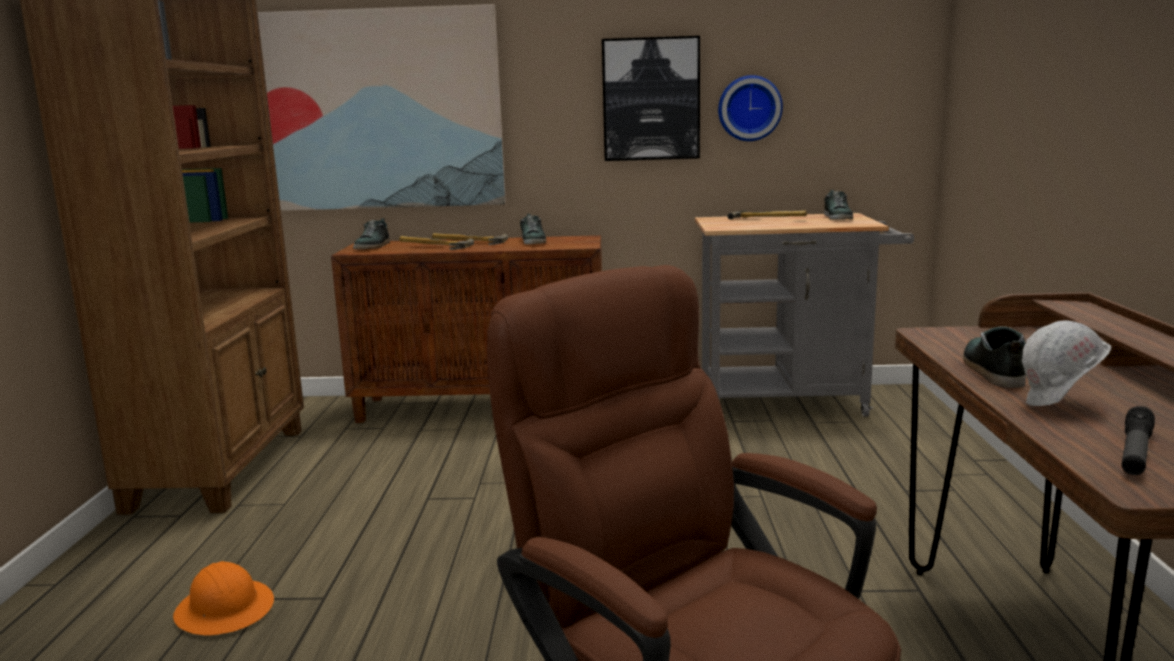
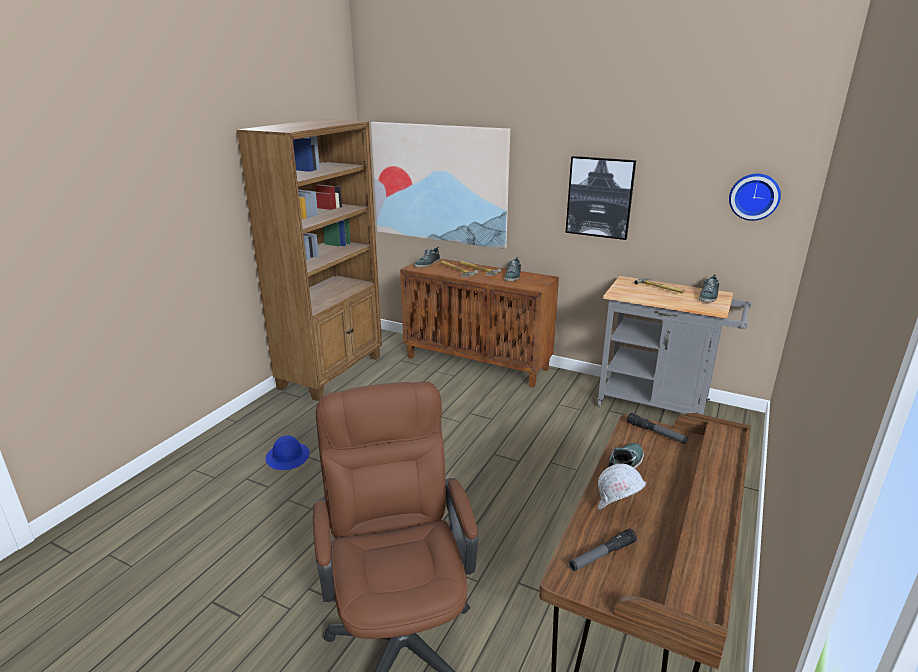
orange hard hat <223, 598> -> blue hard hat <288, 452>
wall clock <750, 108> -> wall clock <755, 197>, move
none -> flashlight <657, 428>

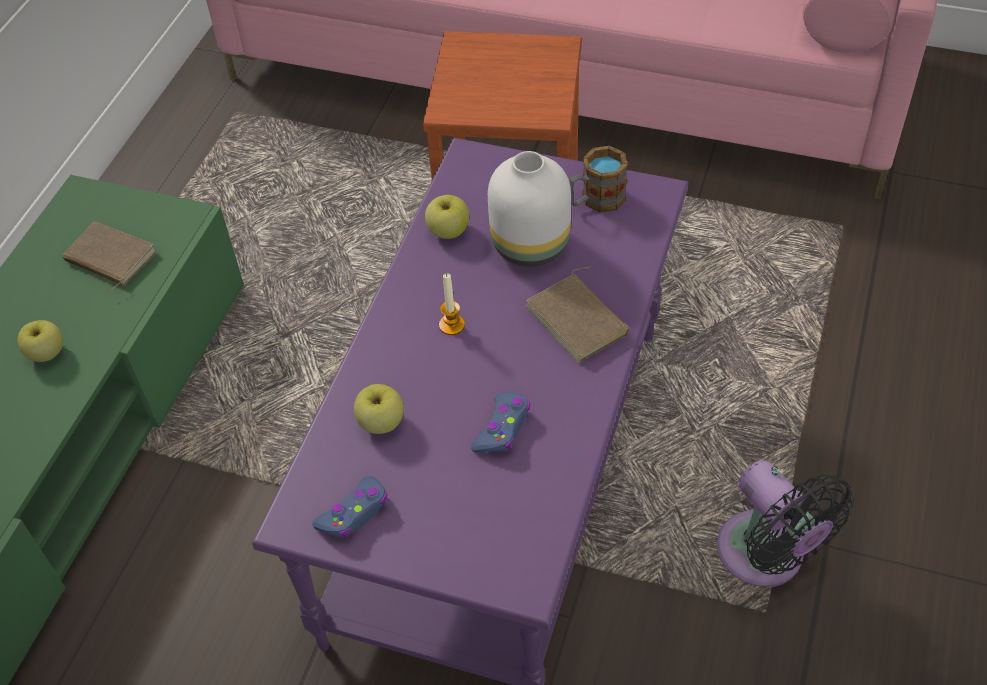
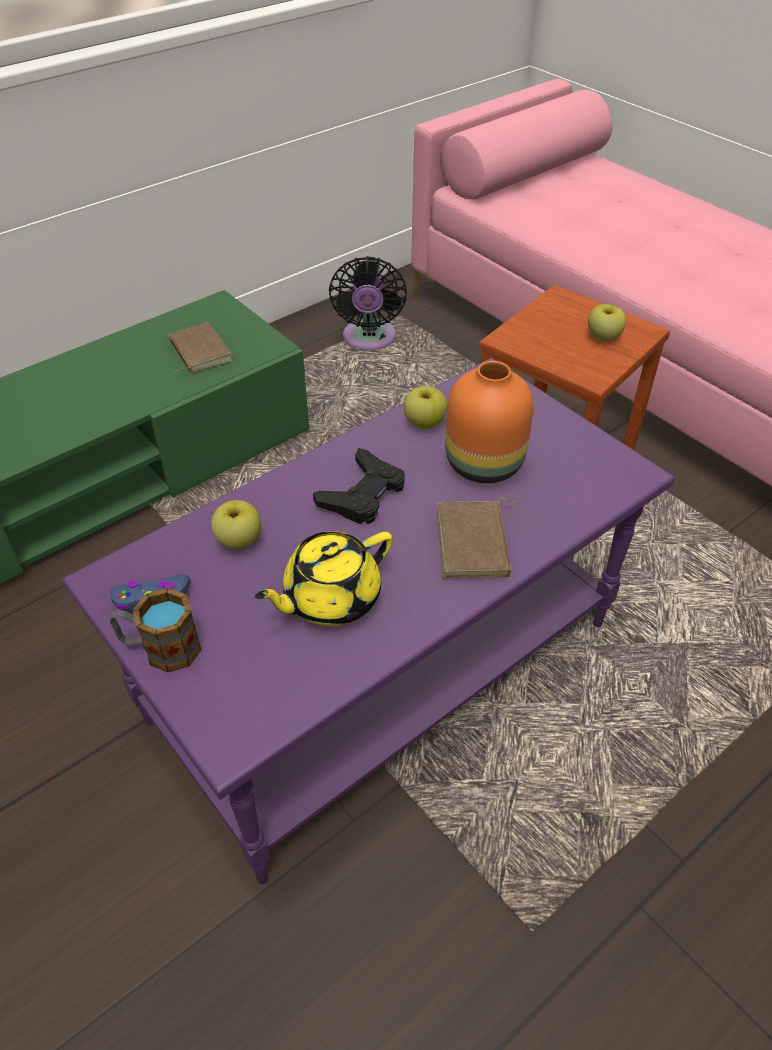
apple <40, 341> -> apple <607, 322>, move
candle <452, 304> -> black game controller <359, 486>
blue game controller <500, 422> -> yellow teapot <324, 578>
white vase <529, 209> -> orange vase <489, 422>
mug <598, 179> -> mug <156, 630>, move
black fan <785, 523> -> black fan <368, 303>, move

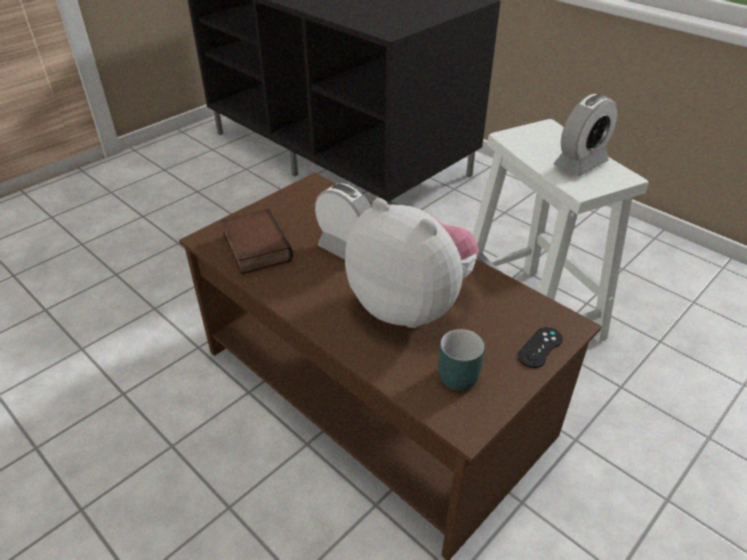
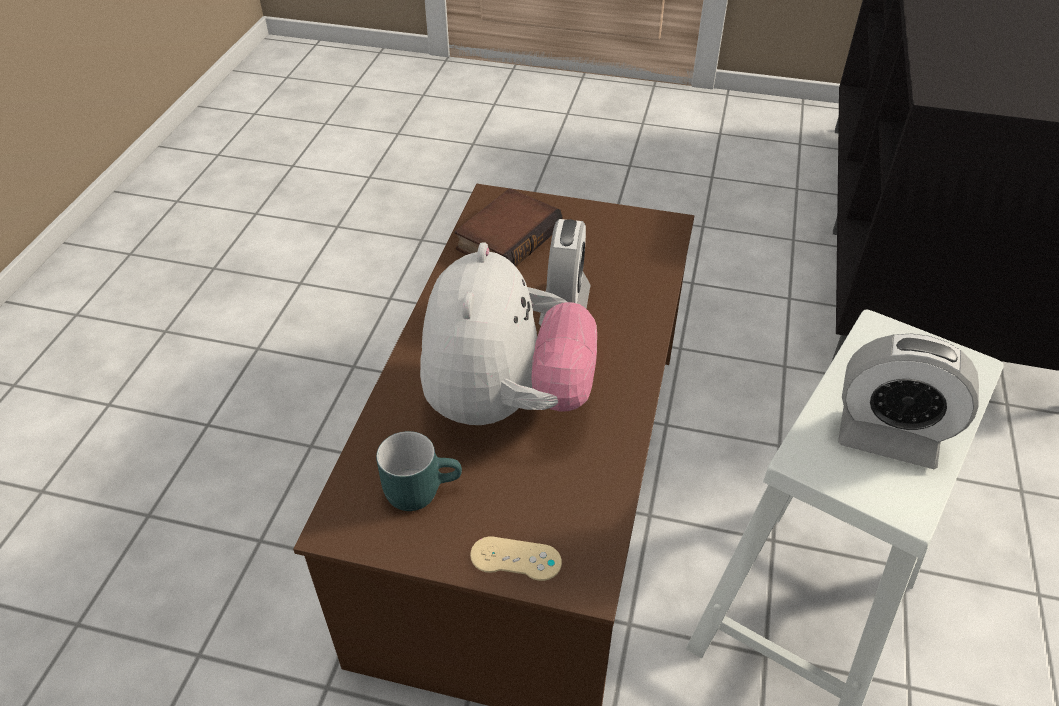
black game controller <540, 347> -> beige game controller <516, 559>

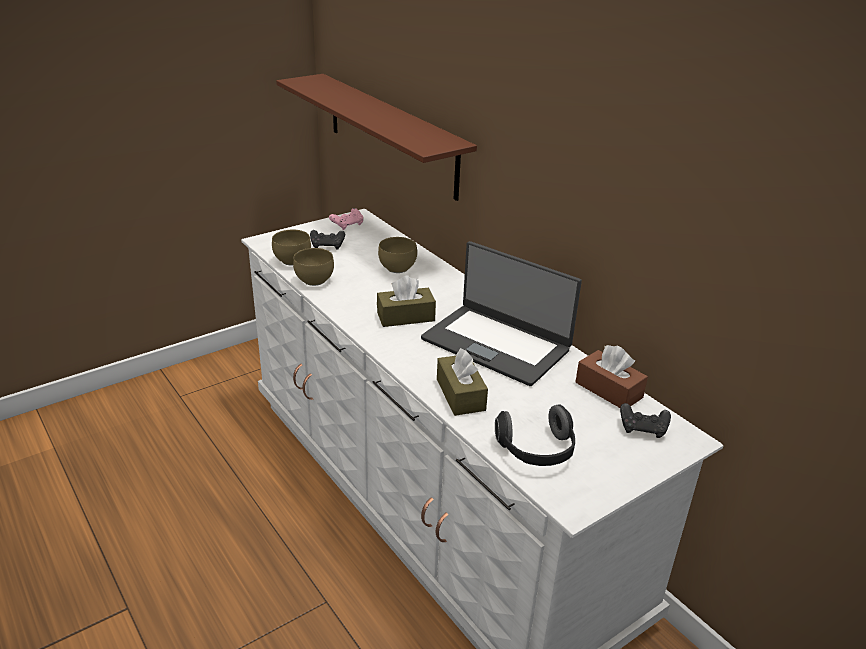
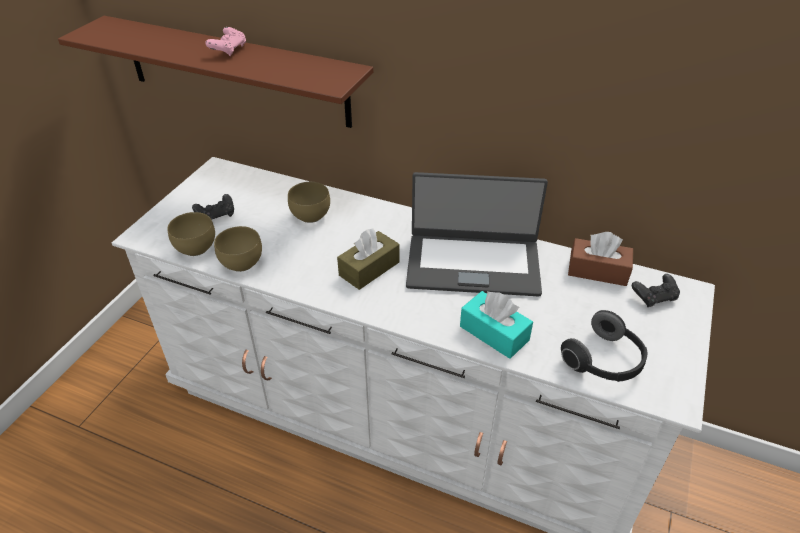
pink game controller <346, 219> -> pink game controller <225, 41>, move
brown tissue box <462, 382> -> turquoise tissue box <496, 325>

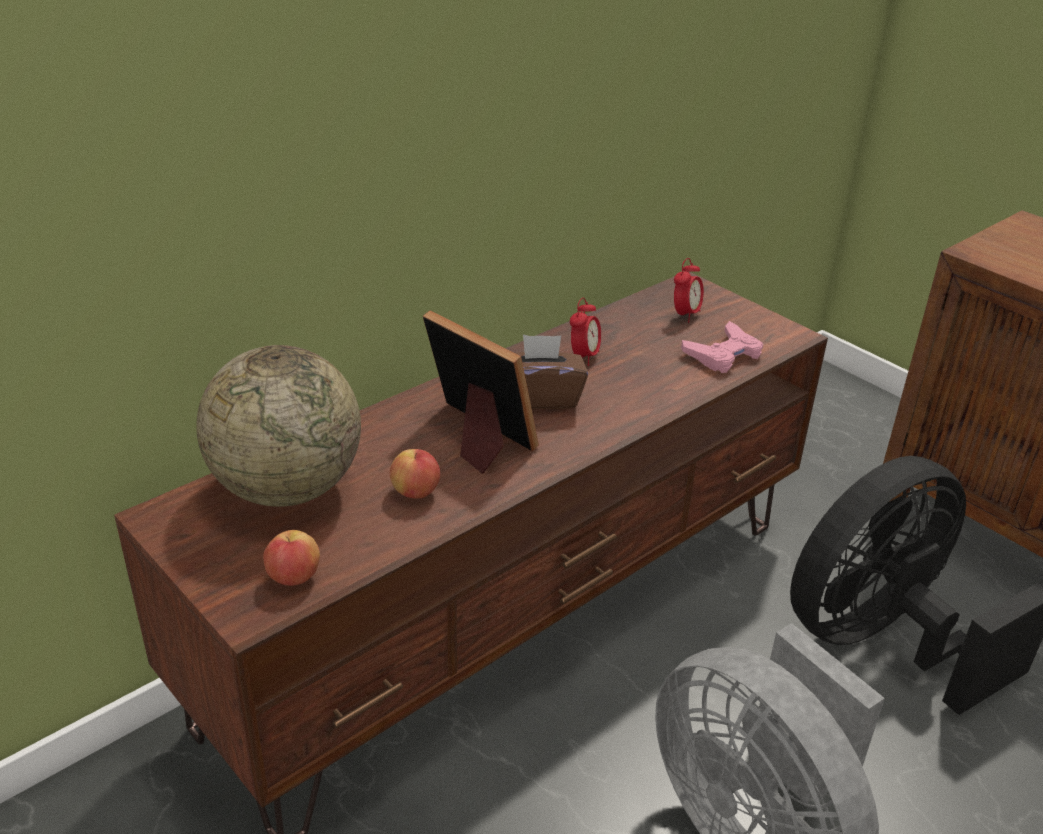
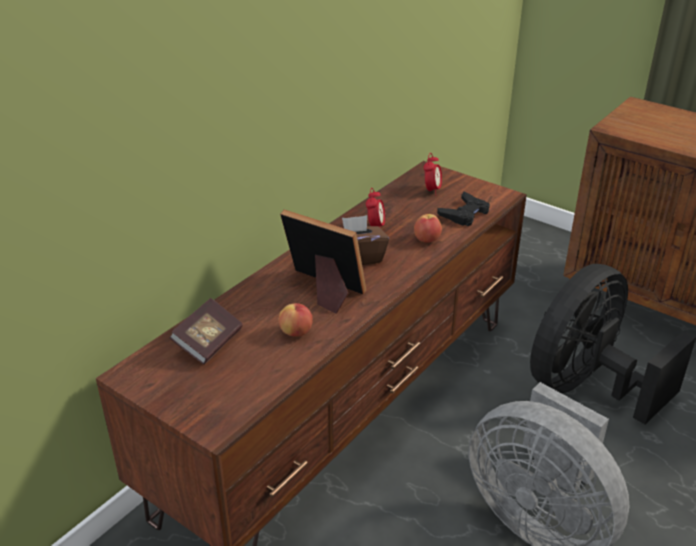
globe <278, 426> -> book <205, 331>
apple <291, 558> -> apple <428, 228>, move
pink game controller <722, 347> -> black game controller <463, 208>

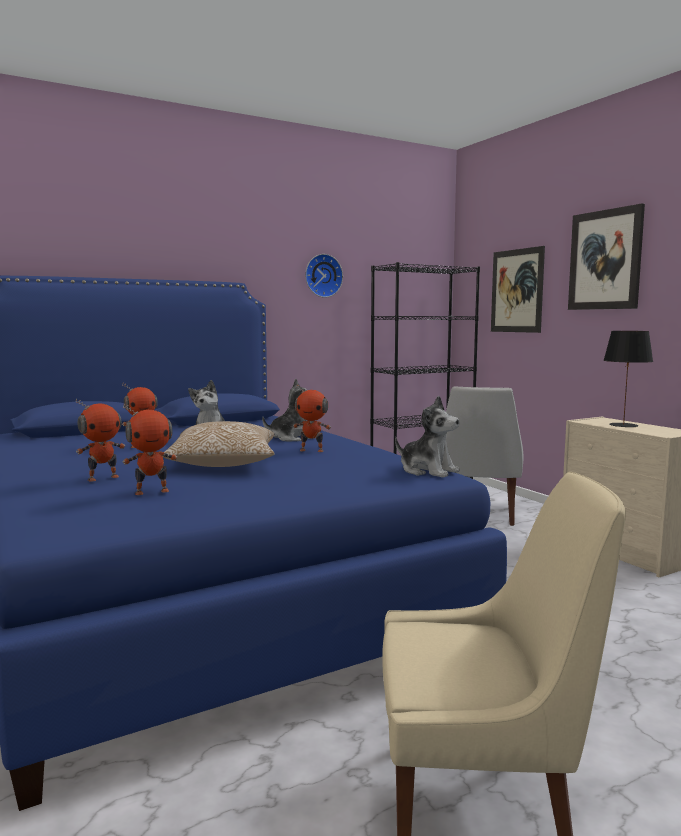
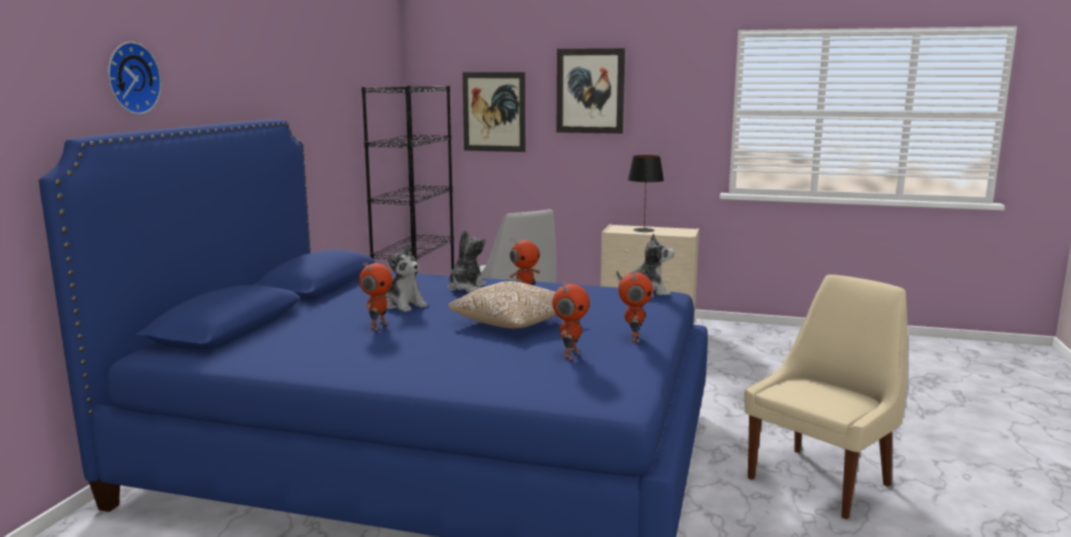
toy robot <100, 440> -> toy robot <635, 307>, move
wall clock <324, 276> -> wall clock <135, 78>, move

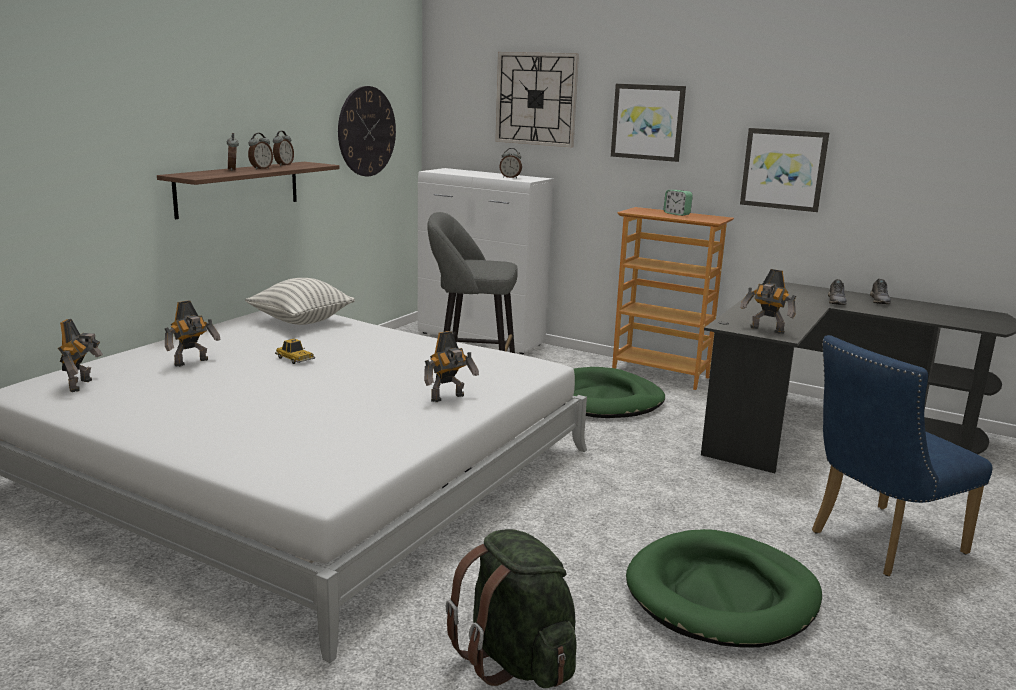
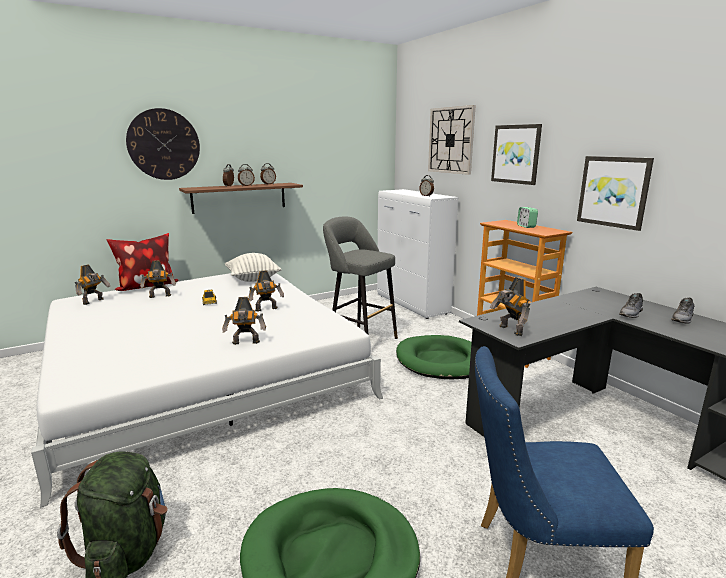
wall clock <367, 131> -> wall clock <163, 144>, move
none -> pillow <142, 262>
none -> toy robot <266, 291>

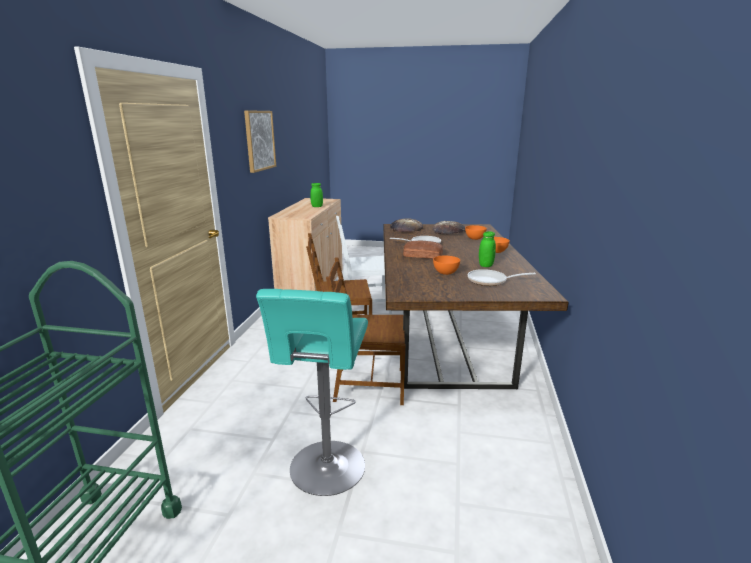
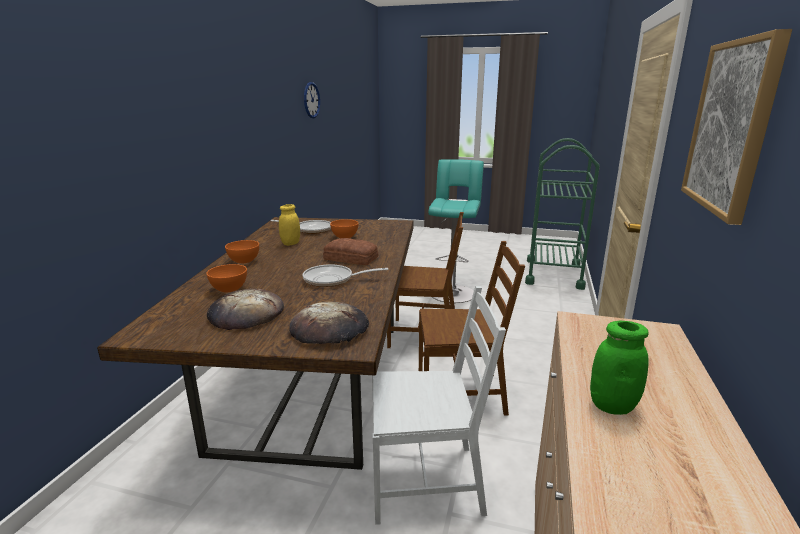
green jar <487, 249> -> yellow jar <289, 225>
none -> wall clock <312, 100>

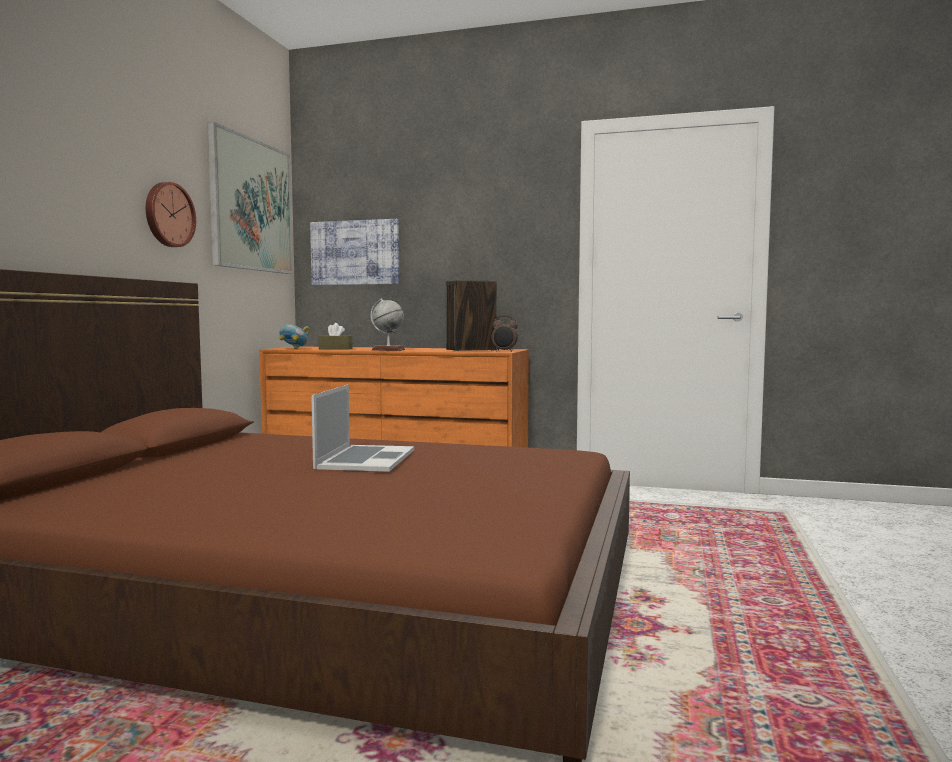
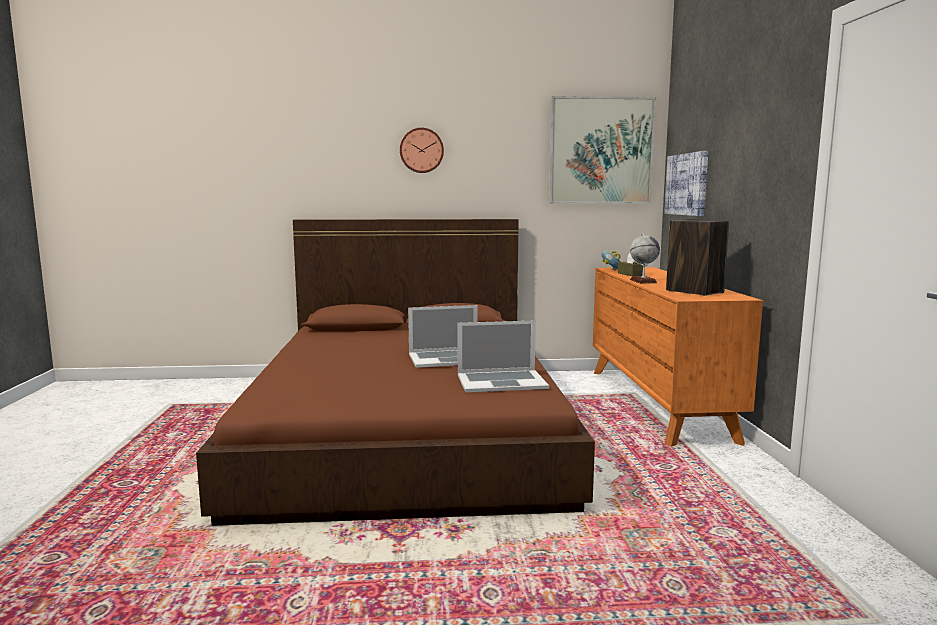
wall clock <171, 214> -> wall clock <422, 150>, move
alarm clock <504, 334> -> none
none -> laptop <503, 356>

